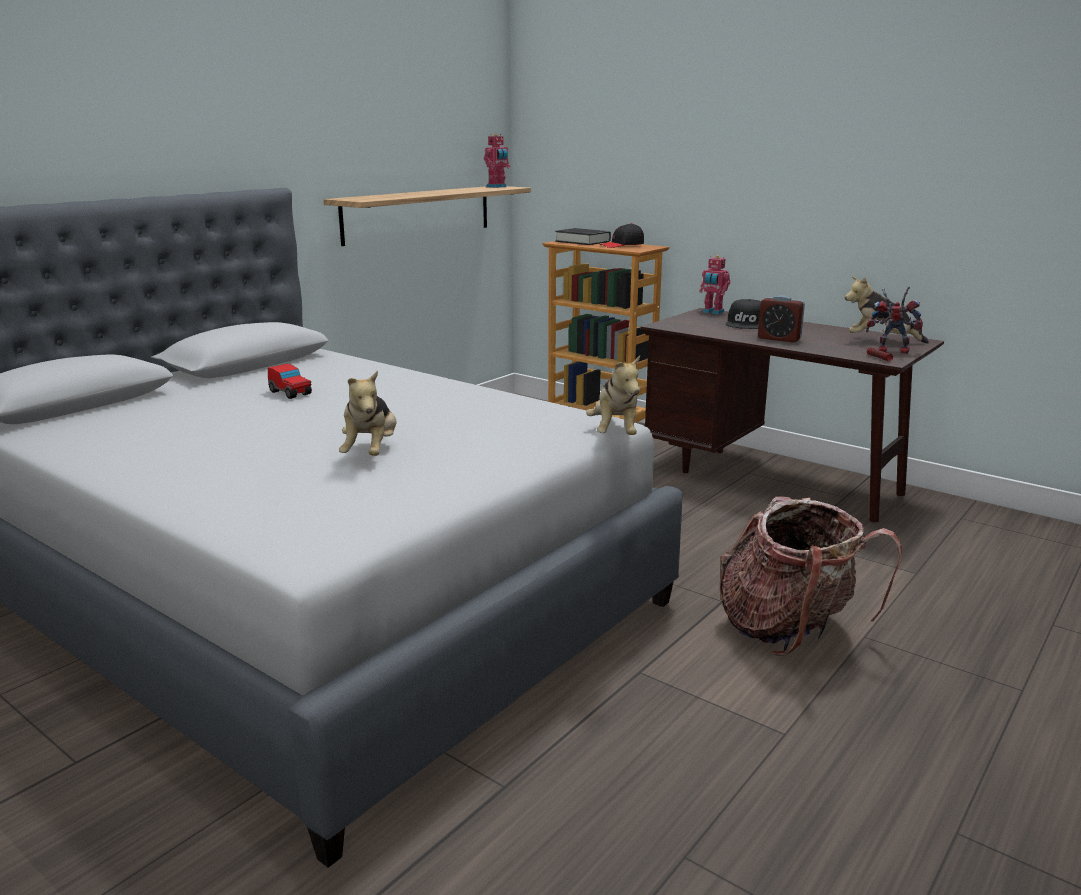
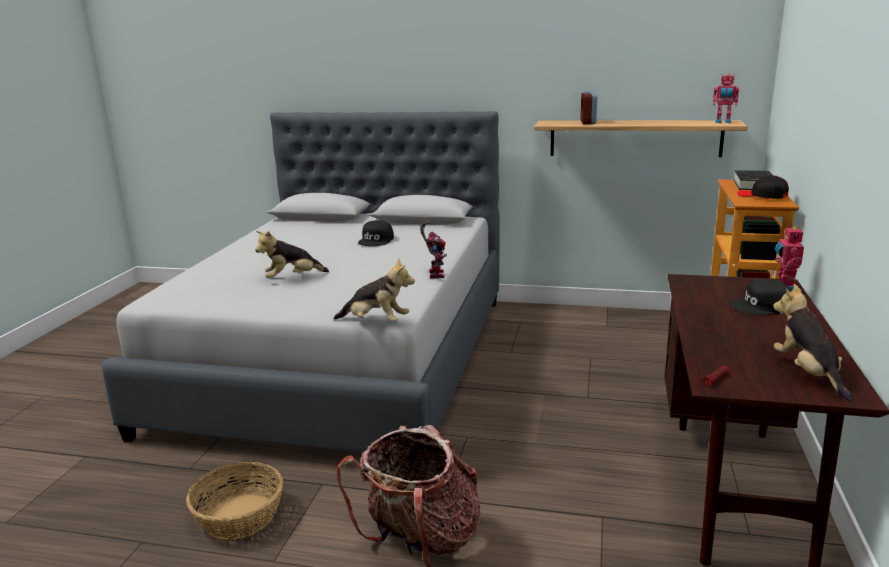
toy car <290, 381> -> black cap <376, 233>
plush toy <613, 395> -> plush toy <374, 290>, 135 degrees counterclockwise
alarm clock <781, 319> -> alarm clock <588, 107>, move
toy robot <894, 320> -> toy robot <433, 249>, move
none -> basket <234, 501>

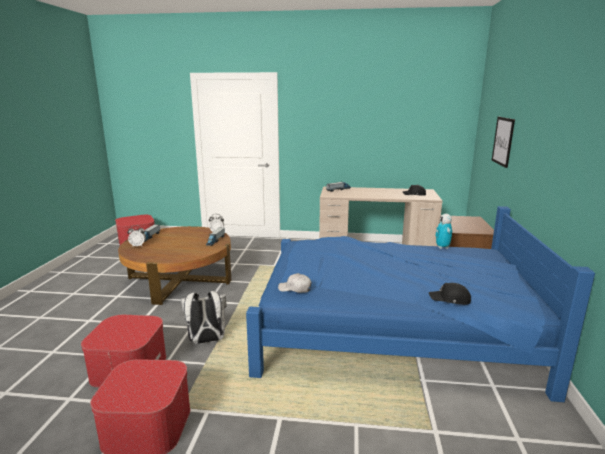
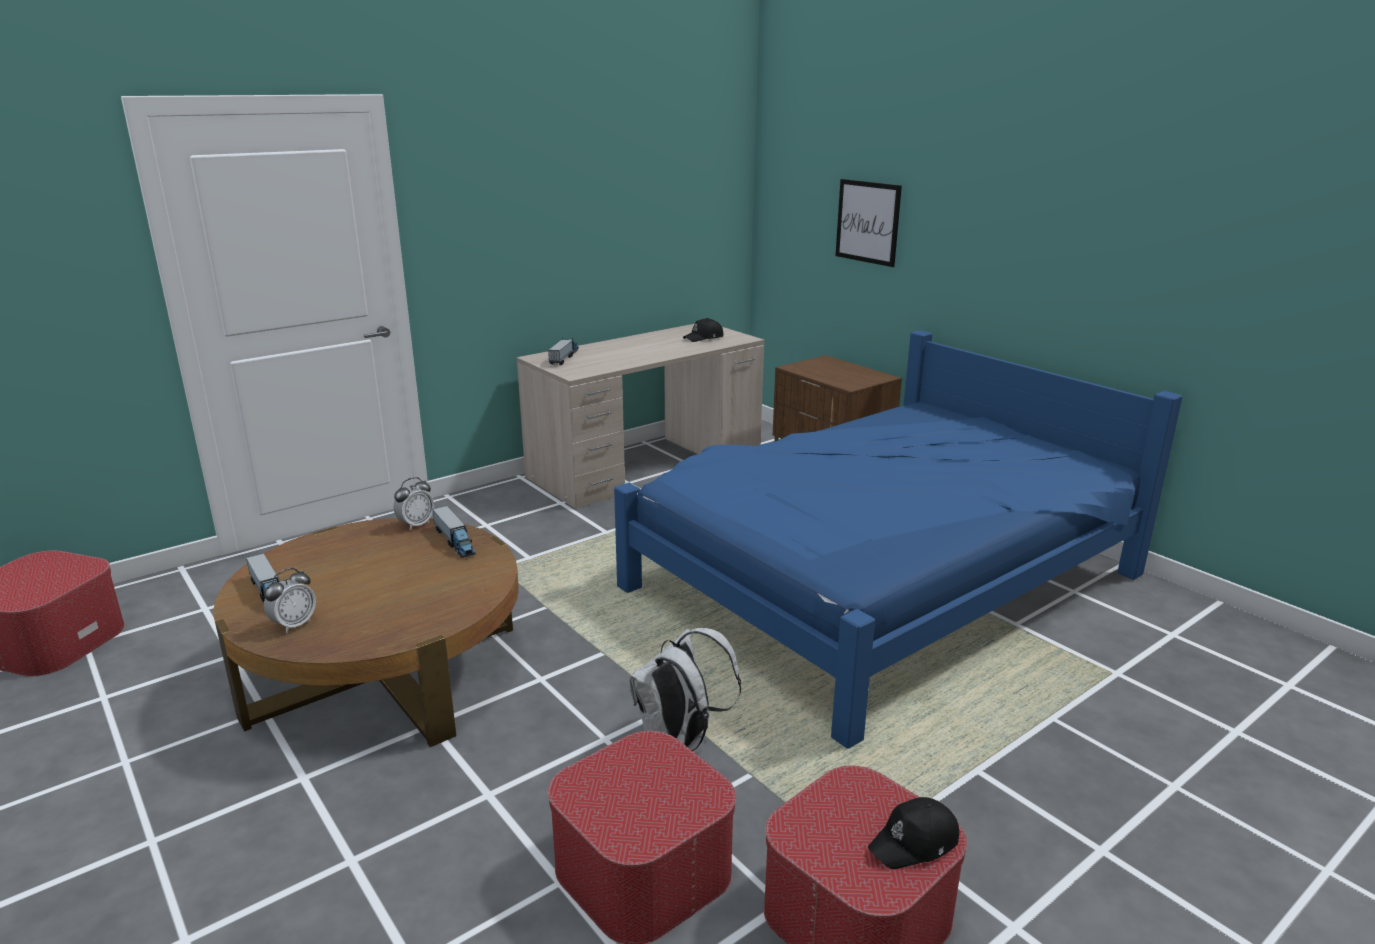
white cap <295, 283> -> none
black cap <450, 294> -> black cap <913, 833>, move
toy robot <443, 231> -> none

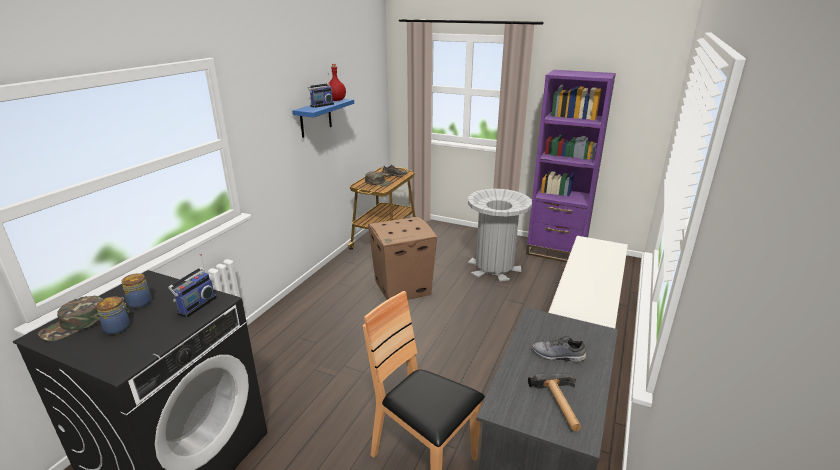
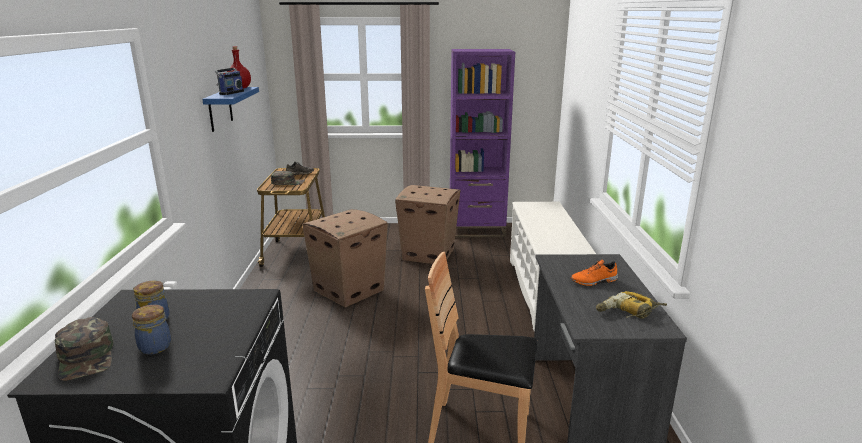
green cap <70, 318> -> green cap <84, 349>, 45 degrees counterclockwise
radio <192, 286> -> none
grey trash can <500, 235> -> cardboard box <427, 224>
hammer <554, 402> -> power drill <631, 305>
grey shoe <559, 349> -> orange shoe <594, 273>

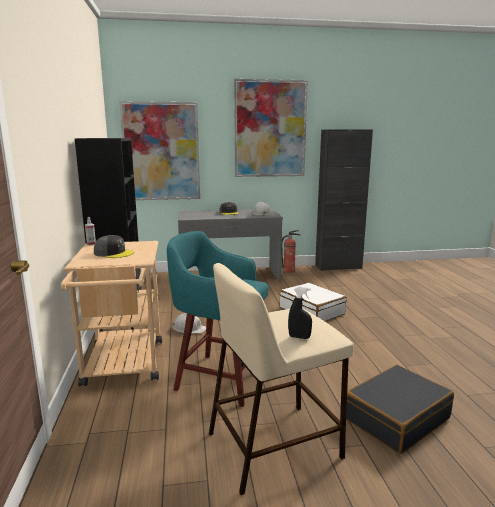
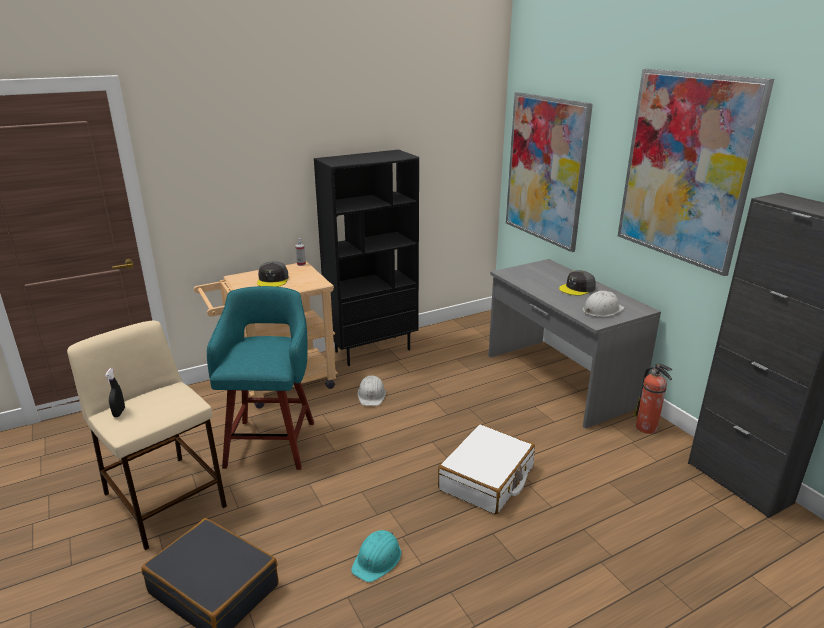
none -> turquoise hard hat <376, 556>

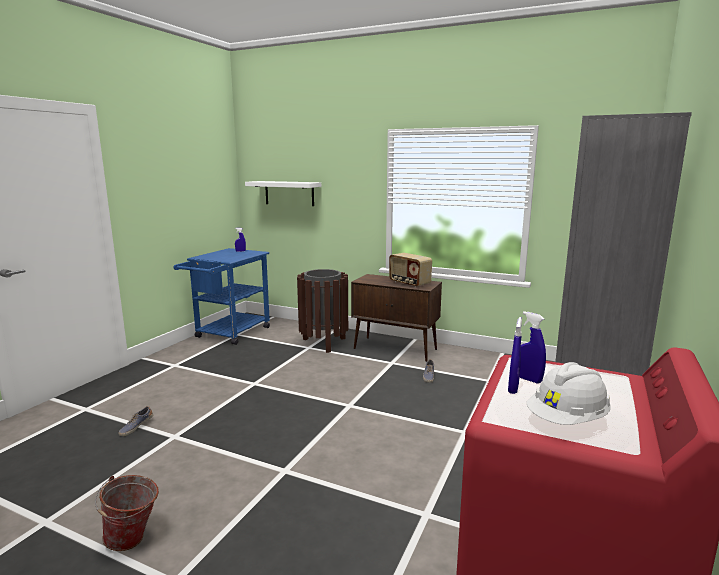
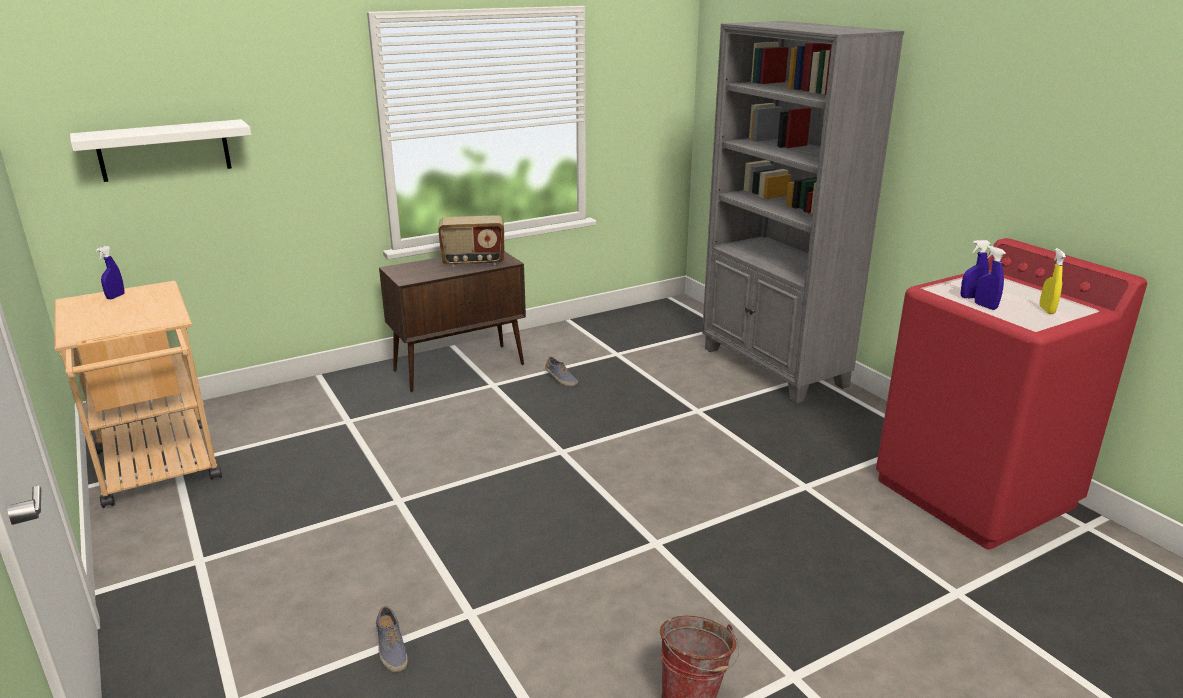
blue cart <221, 296> -> beige cart <138, 394>
brown trash can <322, 311> -> none
white hard hat <569, 393> -> yellow spray bottle <1052, 281>

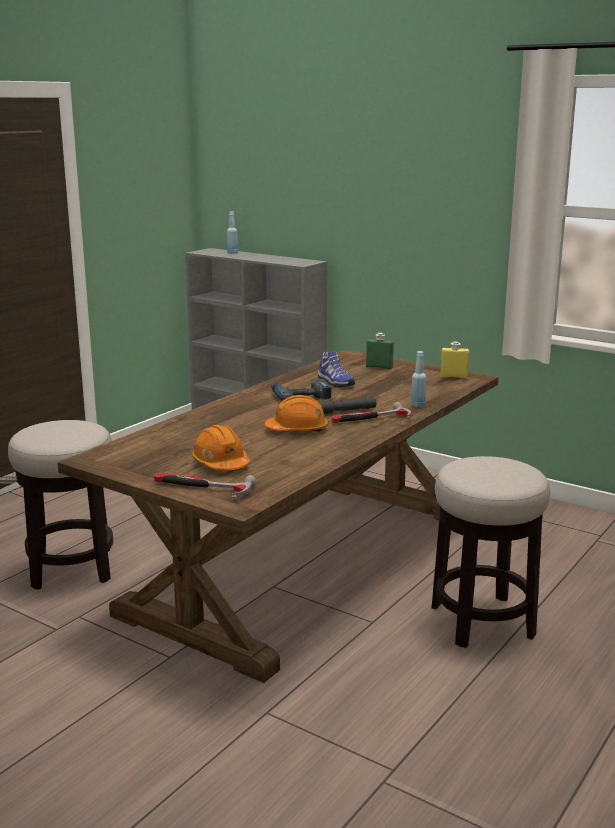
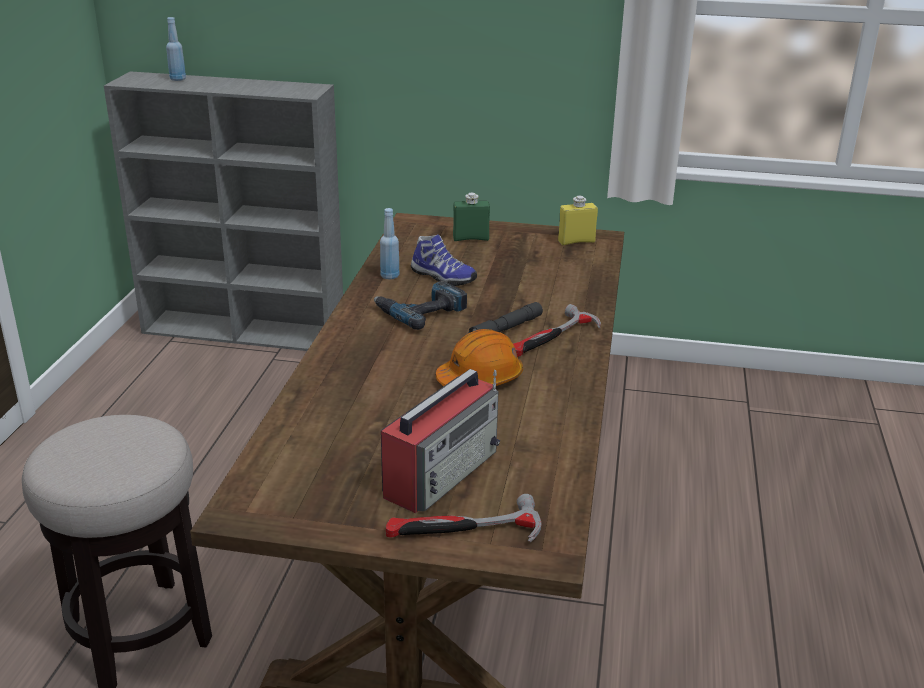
orange hard hat <221, 448> -> radio <440, 441>
blue bottle <418, 379> -> blue bottle <390, 244>, move
stool <491, 552> -> none

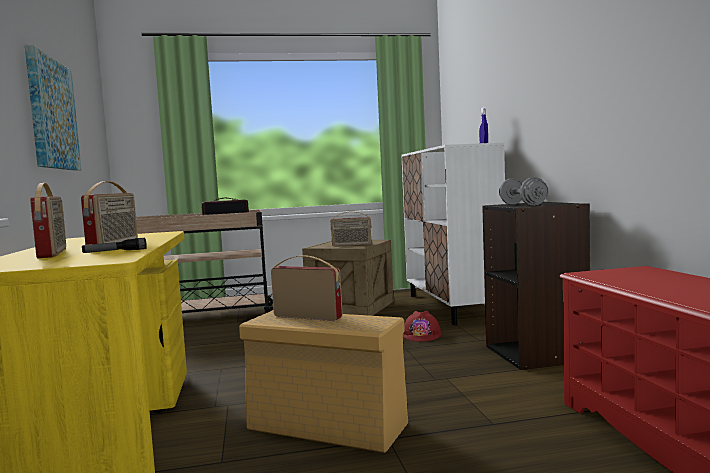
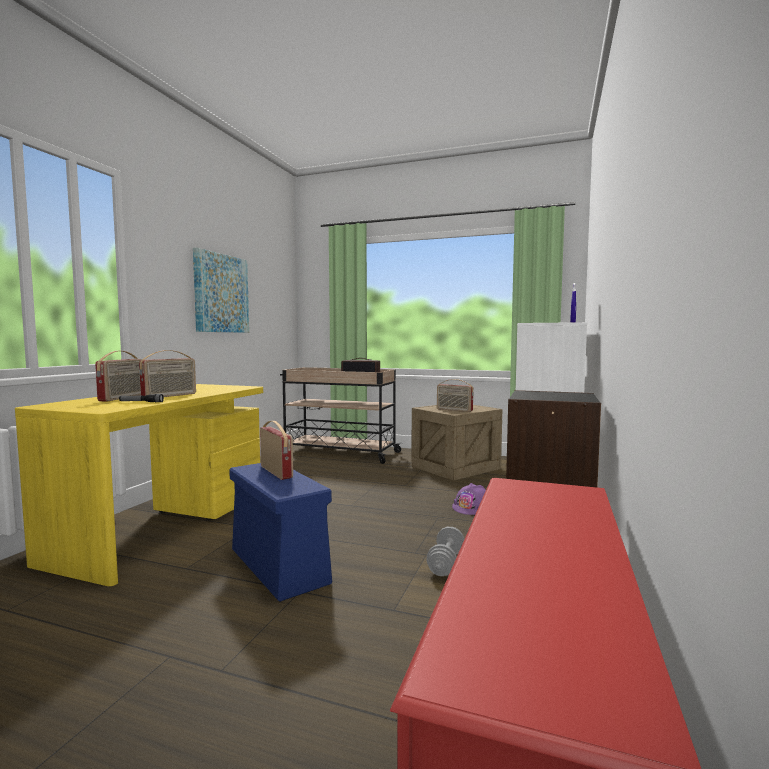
beige storage box <323, 381> -> blue storage box <280, 532>
red hard hat <422, 326> -> purple hard hat <469, 499>
grey dumbbell <523, 191> -> grey dumbbell <445, 551>, move

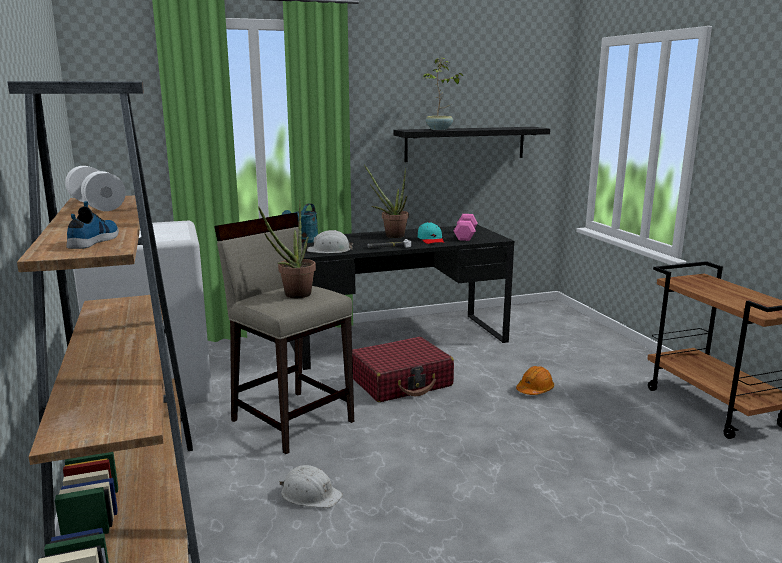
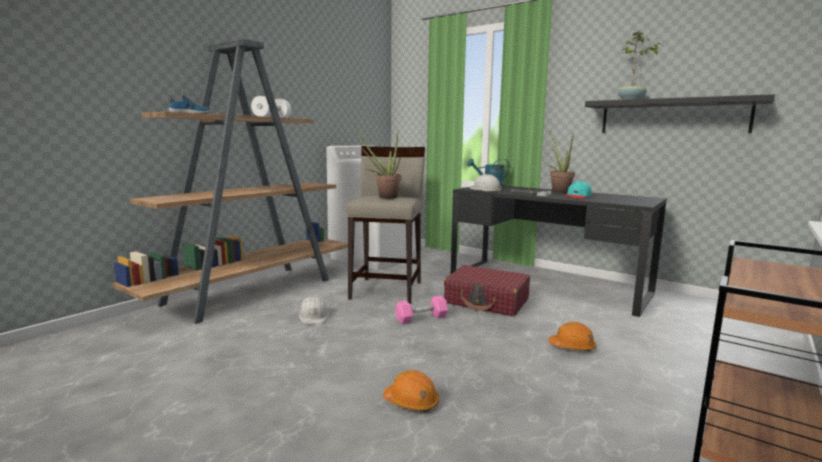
pink dumbbell <466, 227> -> pink dumbbell <421, 310>, move
none -> orange hard hat <411, 391>

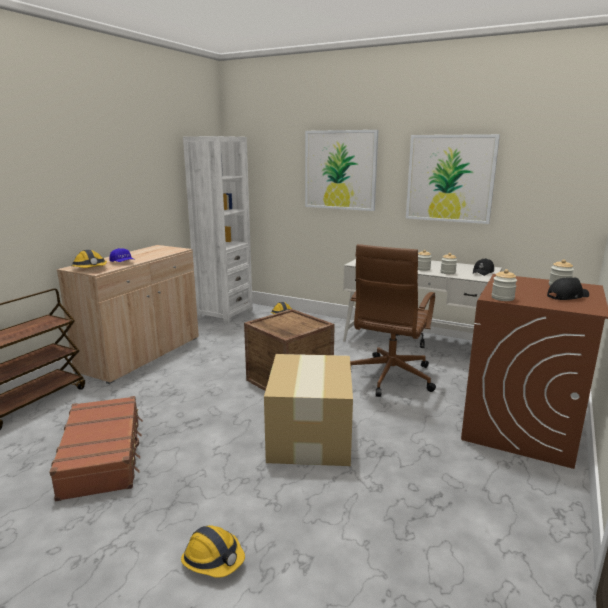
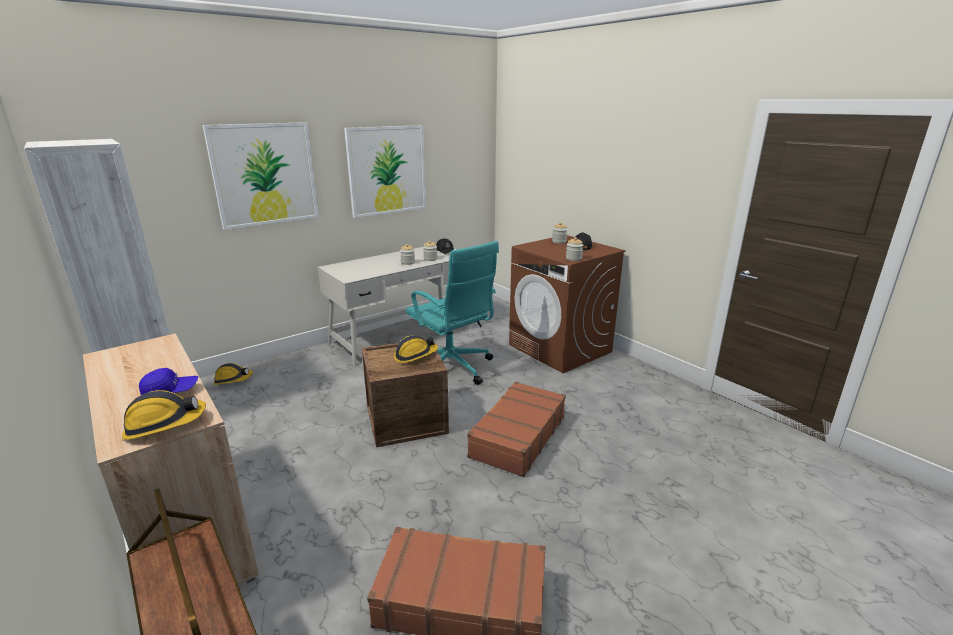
hard hat <213, 551> -> hard hat <416, 349>, move
cardboard box <308, 410> -> brown suitcase <516, 429>
brown office chair <393, 320> -> turquoise office chair <452, 313>

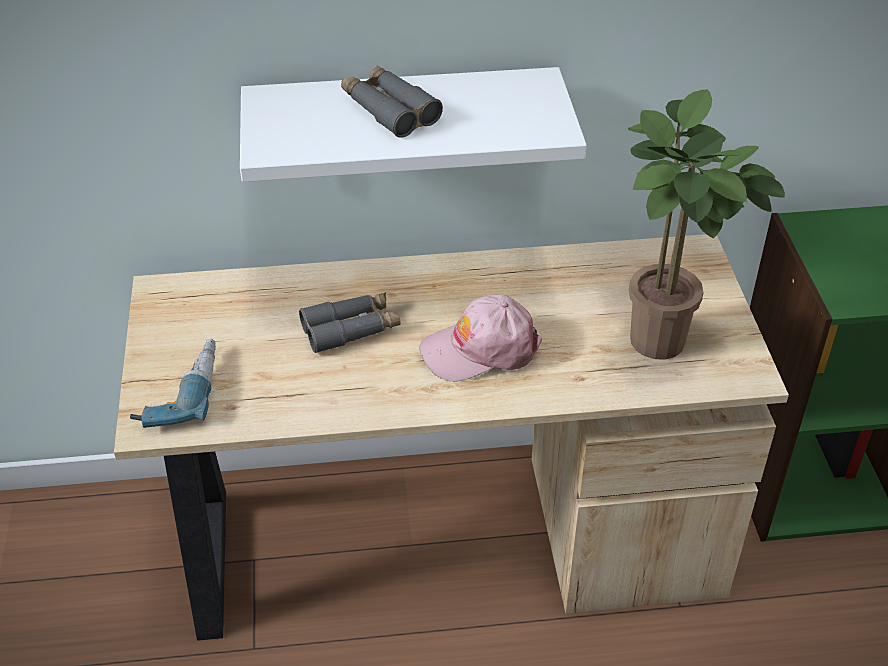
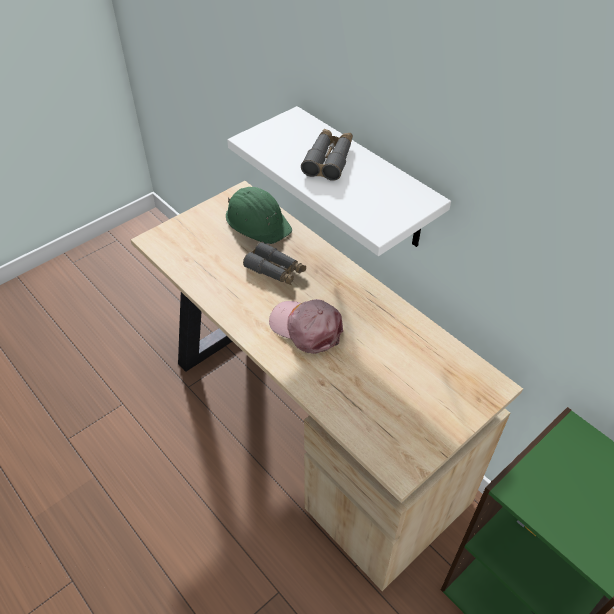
power drill <173, 383> -> none
potted plant <706, 224> -> none
none -> green hard hat <259, 215>

